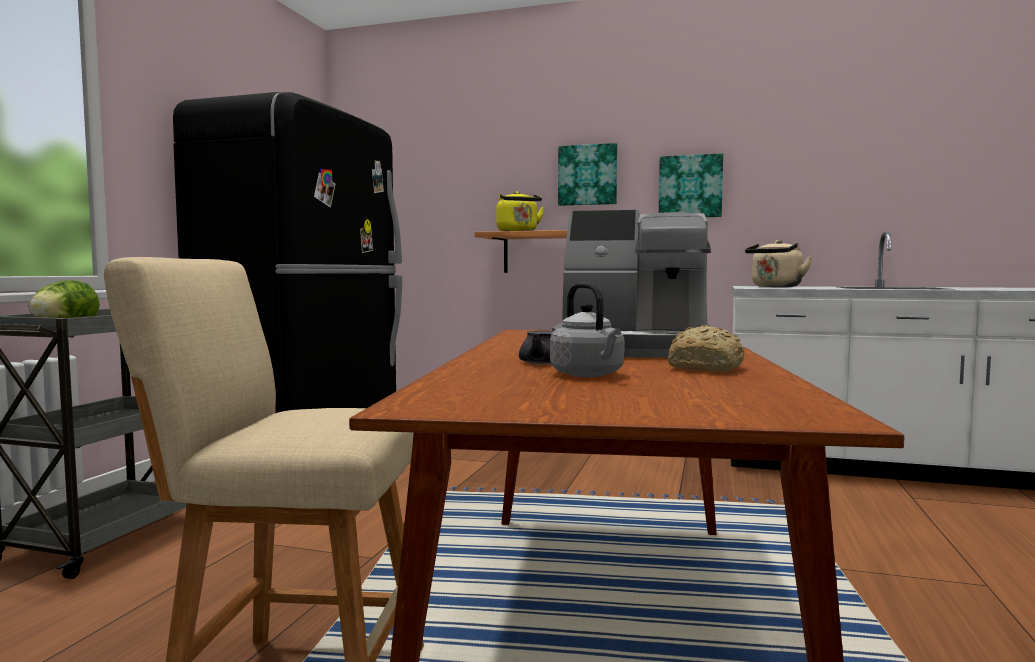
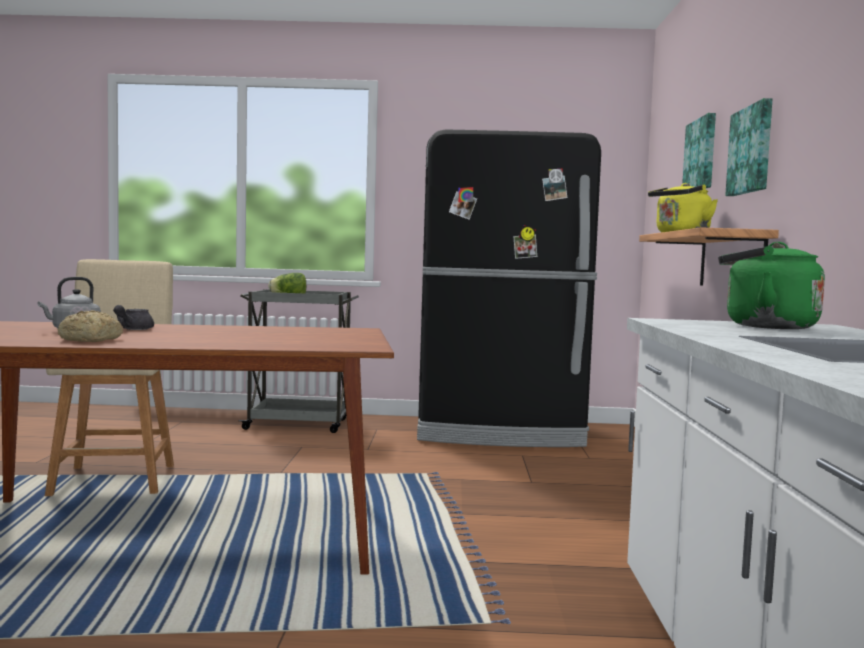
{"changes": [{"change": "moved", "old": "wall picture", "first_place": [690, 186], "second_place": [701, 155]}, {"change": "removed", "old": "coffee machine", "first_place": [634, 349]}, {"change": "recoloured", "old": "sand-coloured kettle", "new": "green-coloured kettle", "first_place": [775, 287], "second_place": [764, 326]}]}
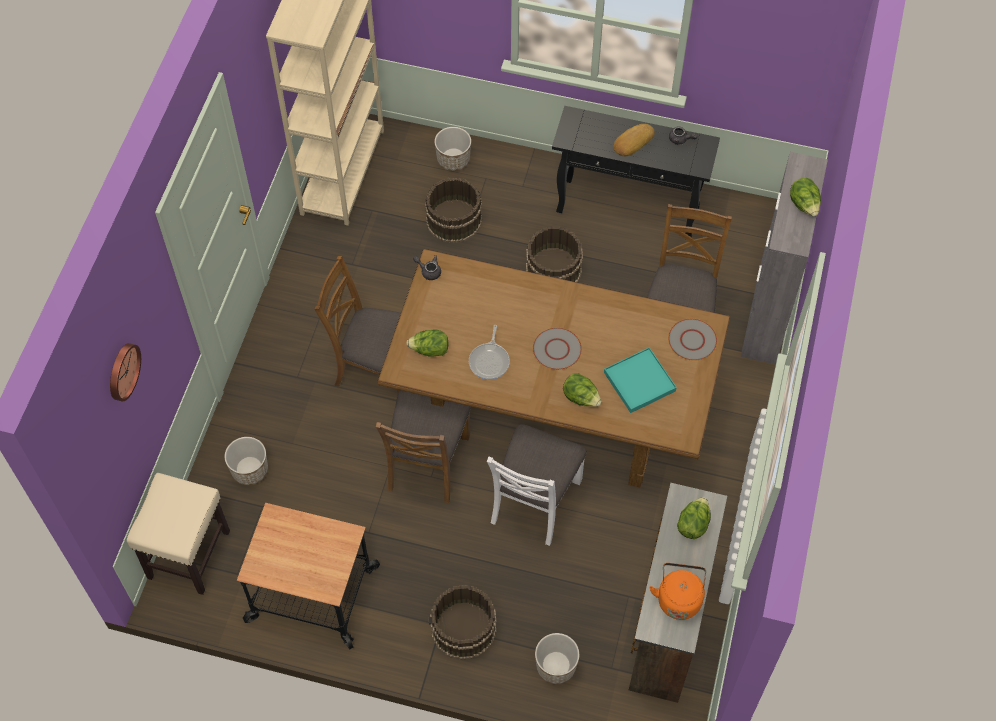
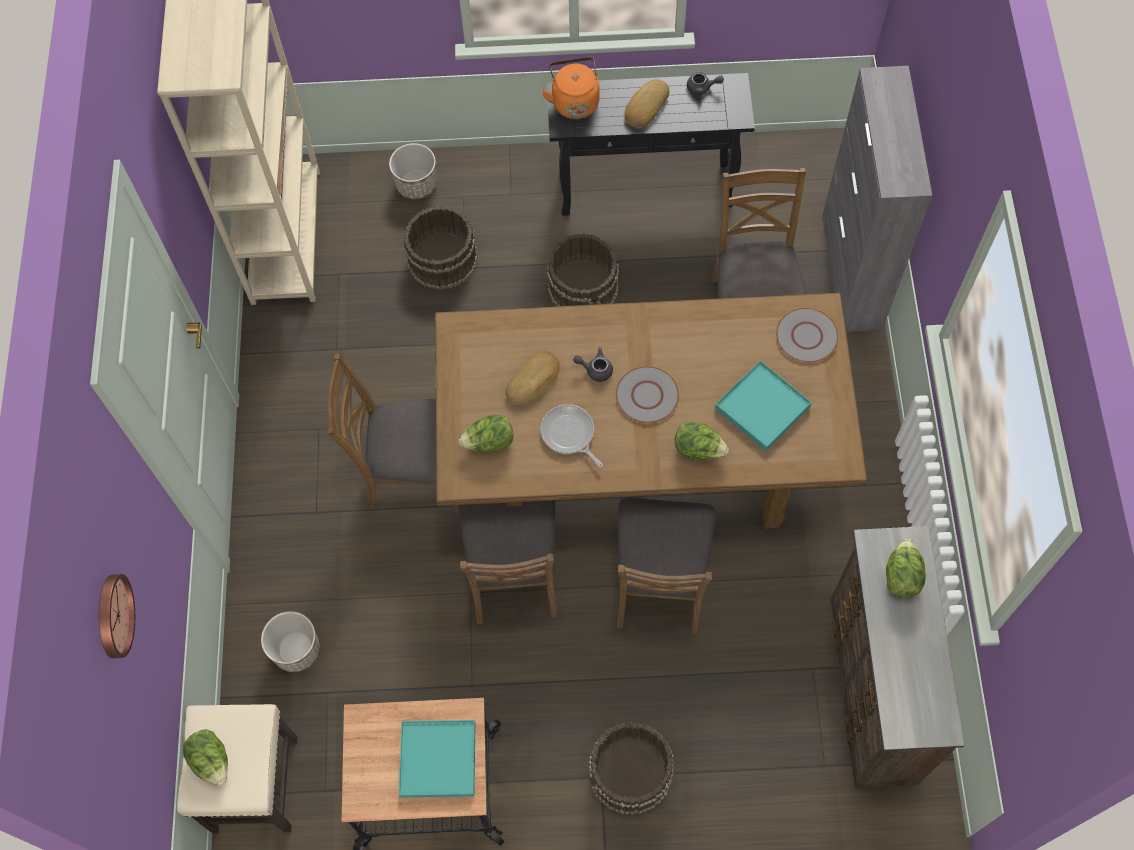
{"changes": [{"change": "moved", "old": "head of lettuce", "first_place": [804, 205], "second_place": [212, 761]}, {"change": "moved", "old": "gray tea pot", "first_place": [428, 271], "second_place": [595, 369]}, {"change": "turned", "old": "frying pan", "first_place": [490, 361], "second_place": [569, 434], "degrees": 150}, {"change": "recoloured", "old": "whitish upright chair", "new": "brown upright chair", "first_place": [534, 501], "second_place": [660, 583]}, {"change": "moved", "old": "orangey kettle", "first_place": [678, 598], "second_place": [574, 101]}, {"change": "removed", "old": "plant pot", "first_place": [556, 666]}, {"change": "added", "new": "bakery bread", "second_place": [534, 381]}, {"change": "added", "new": "turquoise serving tray", "second_place": [438, 759]}]}
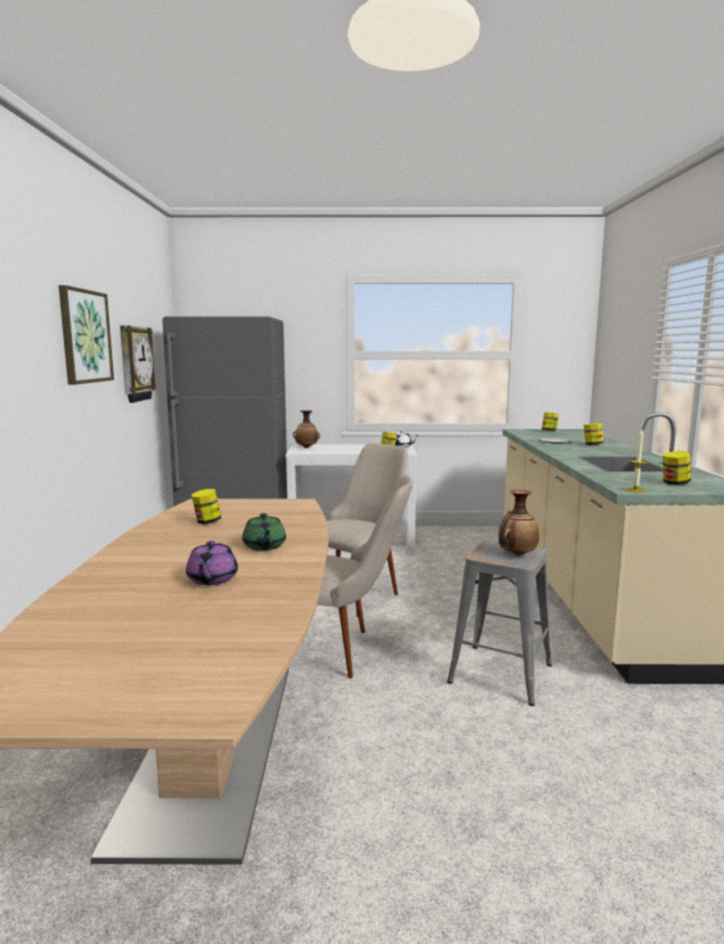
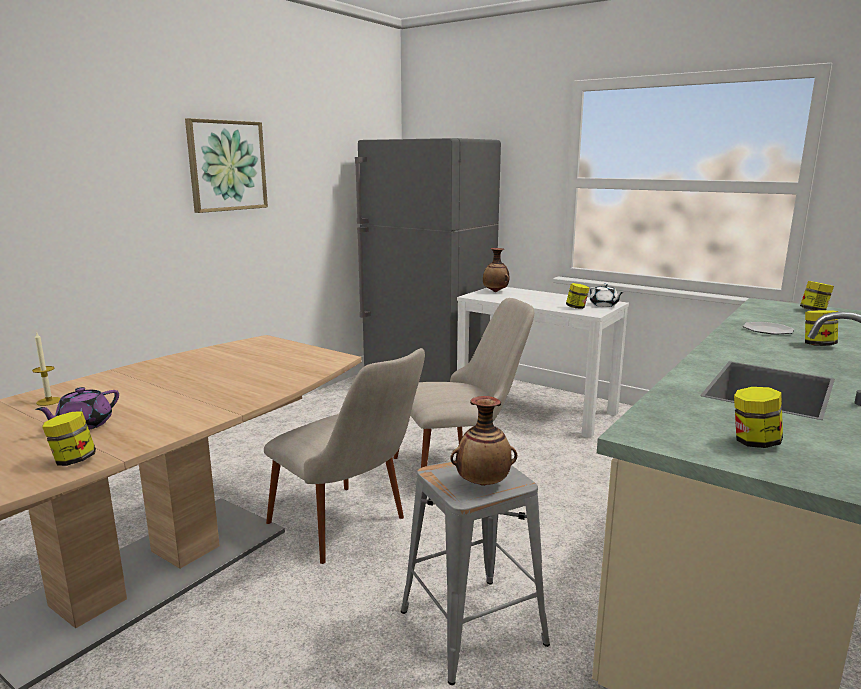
{"changes": [{"change": "removed", "old": "hanging clock", "first_place": [135, 364]}, {"change": "moved", "old": "wax candle", "first_place": [635, 490], "second_place": [49, 401]}, {"change": "moved", "old": "jar", "first_place": [207, 522], "second_place": [73, 460]}, {"change": "removed", "old": "green-coloured tea pot", "first_place": [264, 546]}]}
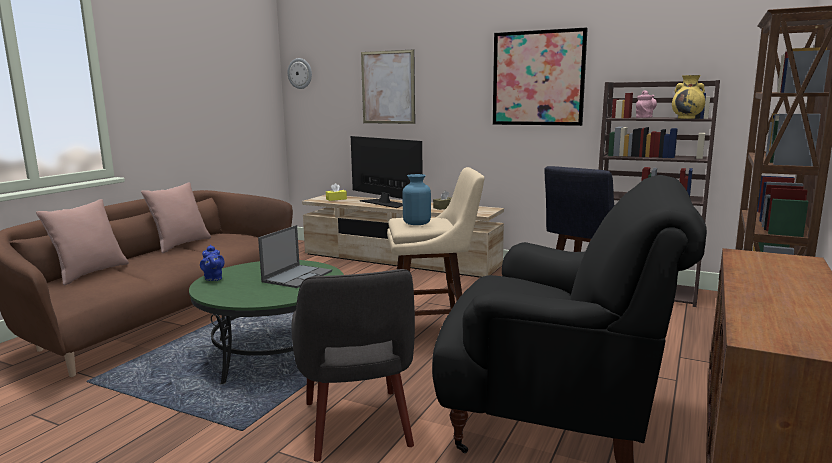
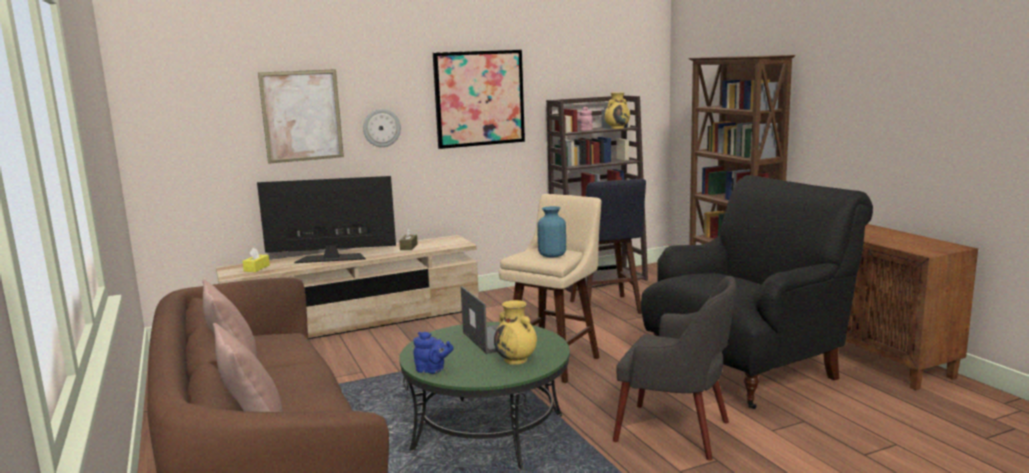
{"changes": [{"change": "moved", "old": "hanging clock", "first_place": [300, 73], "second_place": [381, 127]}, {"change": "added", "new": "yellow-coloured flower vase", "second_place": [516, 360]}]}
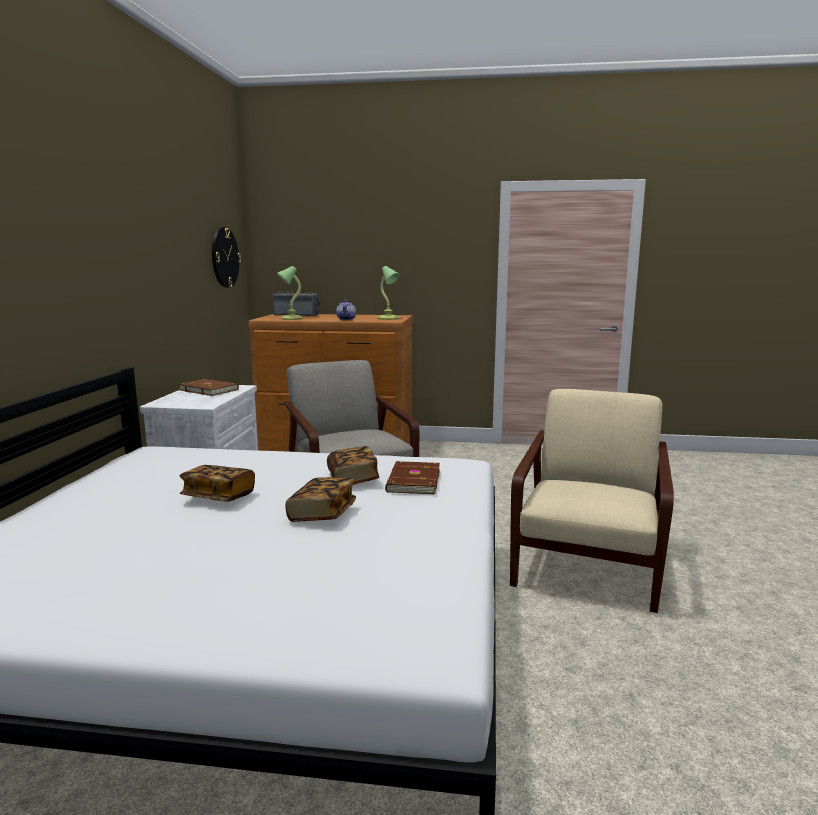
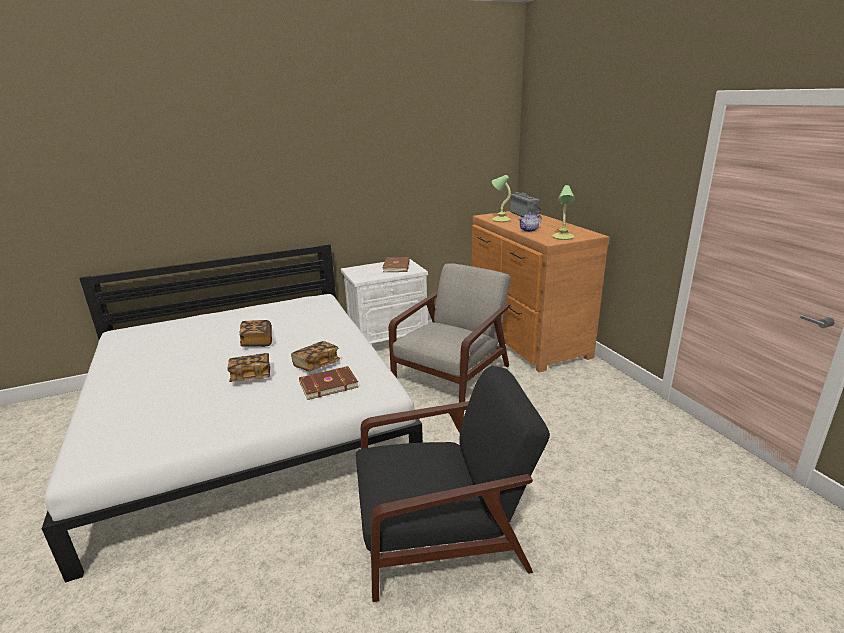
{"changes": [{"change": "removed", "old": "hanging clock", "first_place": [224, 257]}, {"change": "recoloured", "old": "sand-coloured easy chair", "new": "blackish easy chair", "first_place": [588, 560], "second_place": [443, 533]}]}
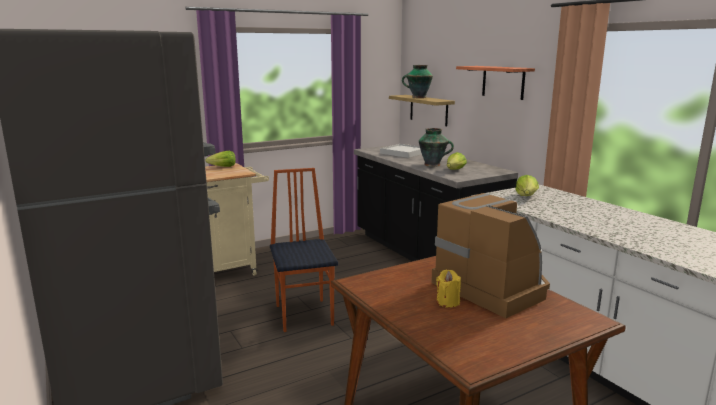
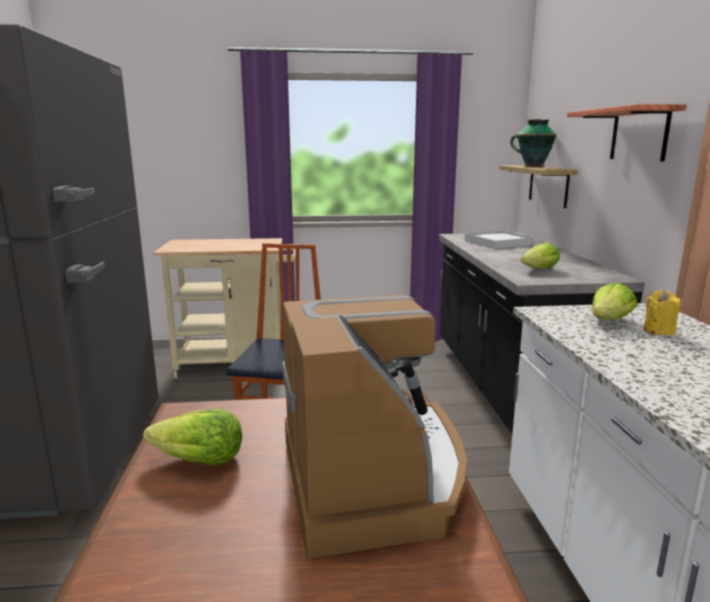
{"changes": [{"change": "removed", "old": "flower vase", "first_place": [433, 165]}, {"change": "moved", "old": "head of lettuce", "first_place": [223, 167], "second_place": [198, 461]}, {"change": "moved", "old": "yellow-coloured wax candle", "first_place": [447, 302], "second_place": [659, 330]}]}
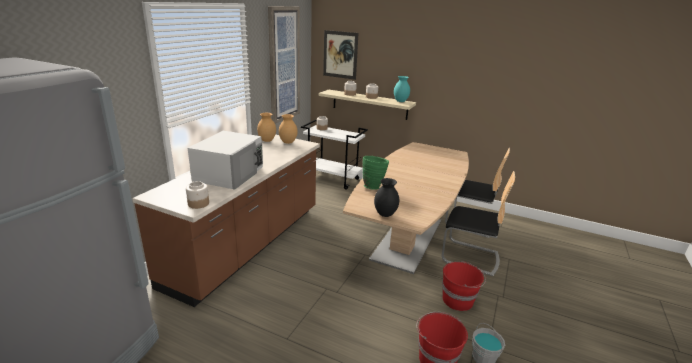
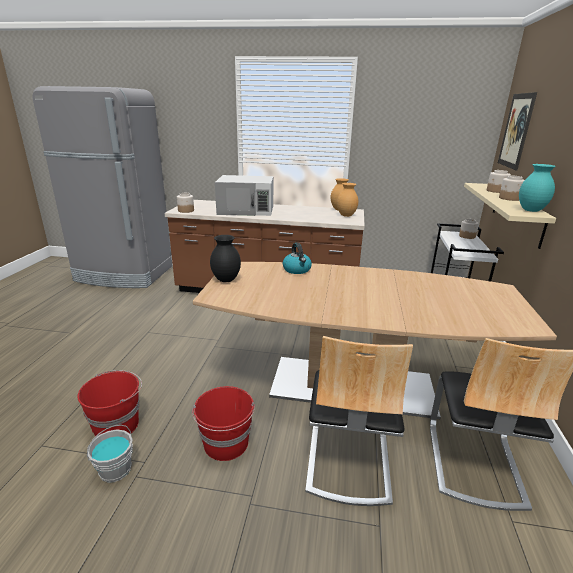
{"changes": [{"change": "removed", "old": "wall picture", "first_place": [283, 65]}, {"change": "replaced", "old": "green-coloured flower vase", "new": "kettle", "first_place": [373, 186], "second_place": [297, 270]}]}
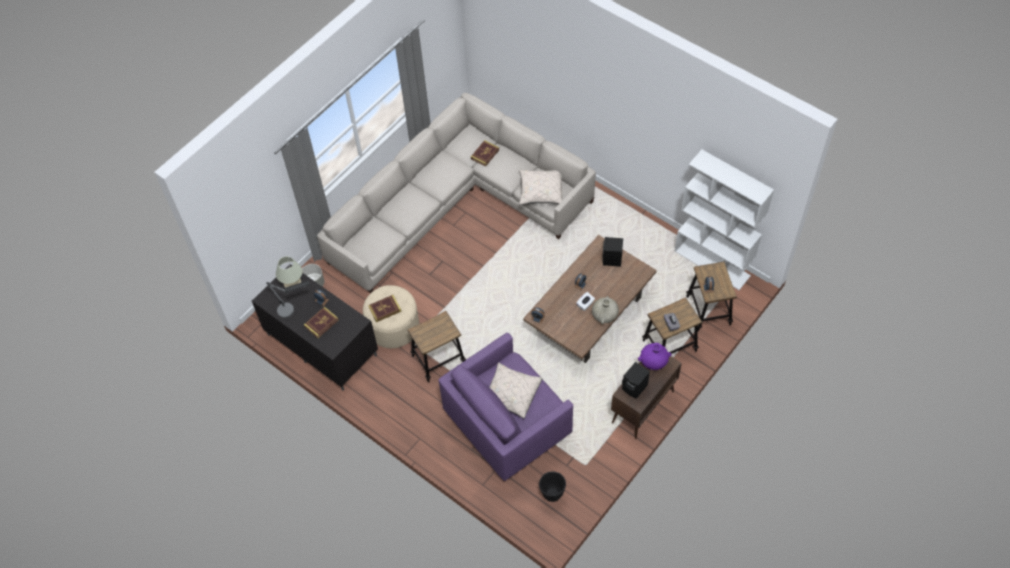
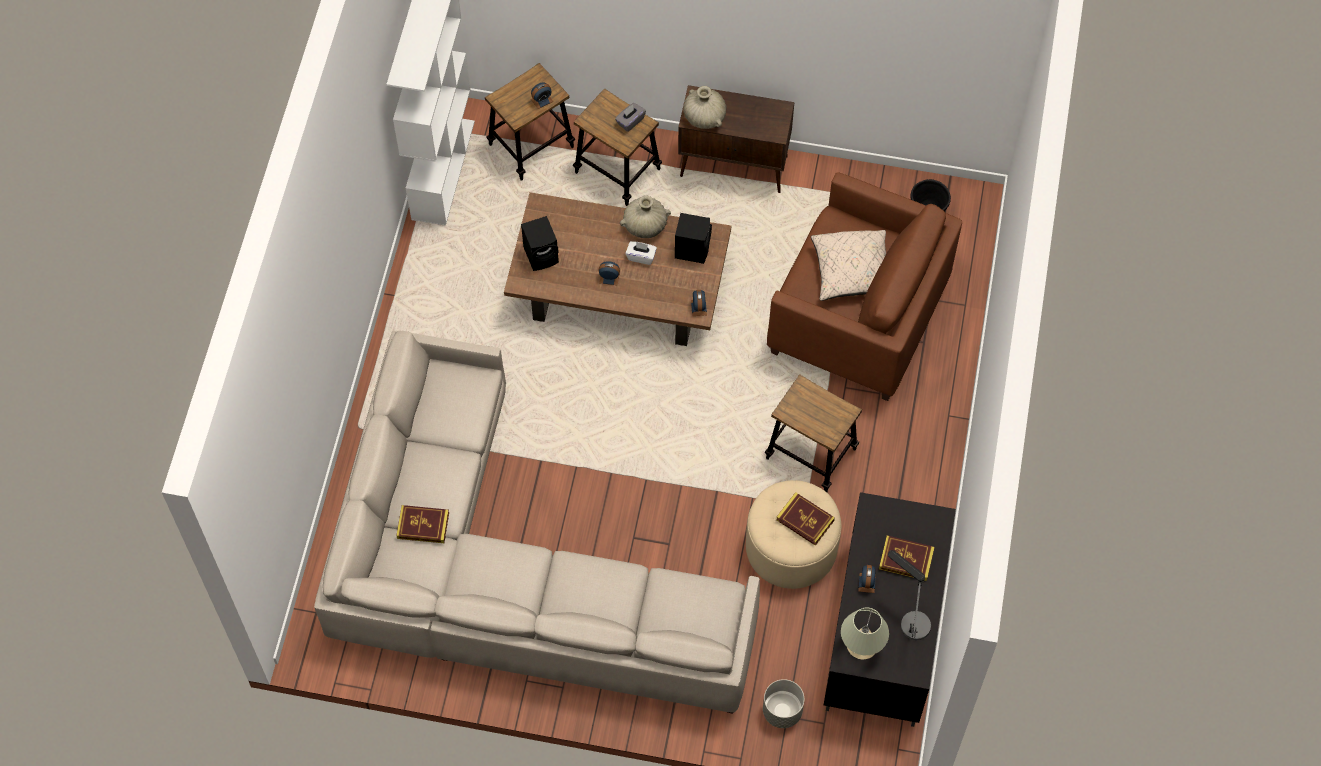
{"changes": [{"change": "removed", "old": "sand-coloured pillow", "first_place": [540, 192]}, {"change": "recoloured", "old": "purple easy chair", "new": "brown easy chair", "first_place": [507, 423], "second_place": [857, 316]}, {"change": "recoloured", "old": "purple flower vase", "new": "sand-coloured flower vase", "first_place": [653, 361], "second_place": [704, 117]}, {"change": "moved", "old": "blackish audio speaker", "first_place": [635, 388], "second_place": [692, 248]}]}
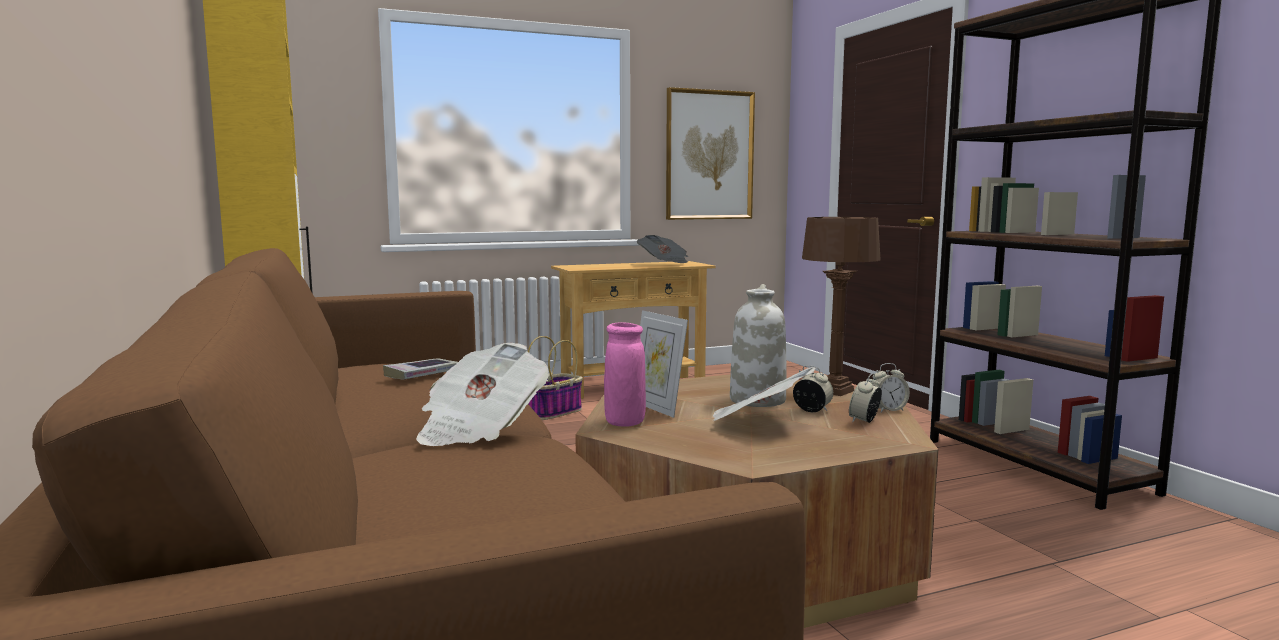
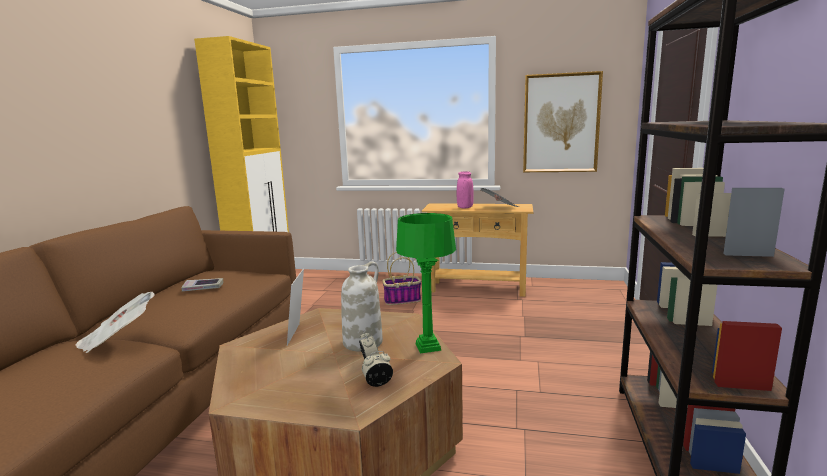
{"changes": [{"change": "recoloured", "old": "brown table lamp", "new": "green-coloured table lamp", "first_place": [835, 391], "second_place": [428, 347]}, {"change": "moved", "old": "pink-coloured flower vase", "first_place": [625, 422], "second_place": [465, 207]}, {"change": "removed", "old": "alarm clock", "first_place": [887, 410]}, {"change": "removed", "old": "daily paper", "first_place": [758, 423]}]}
